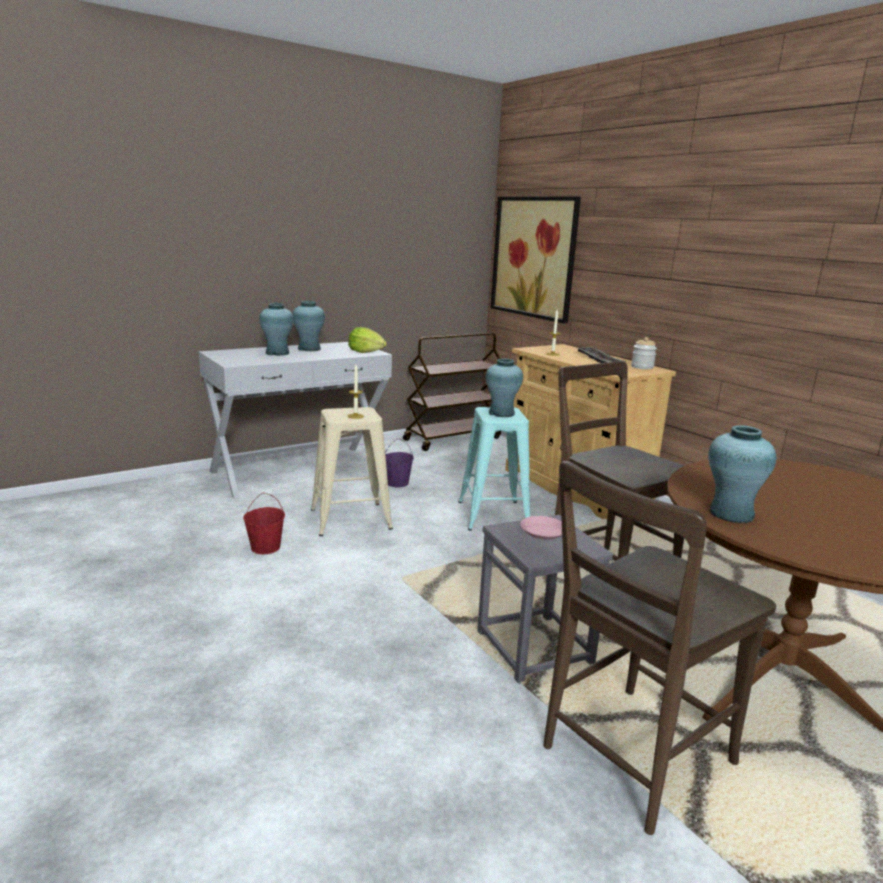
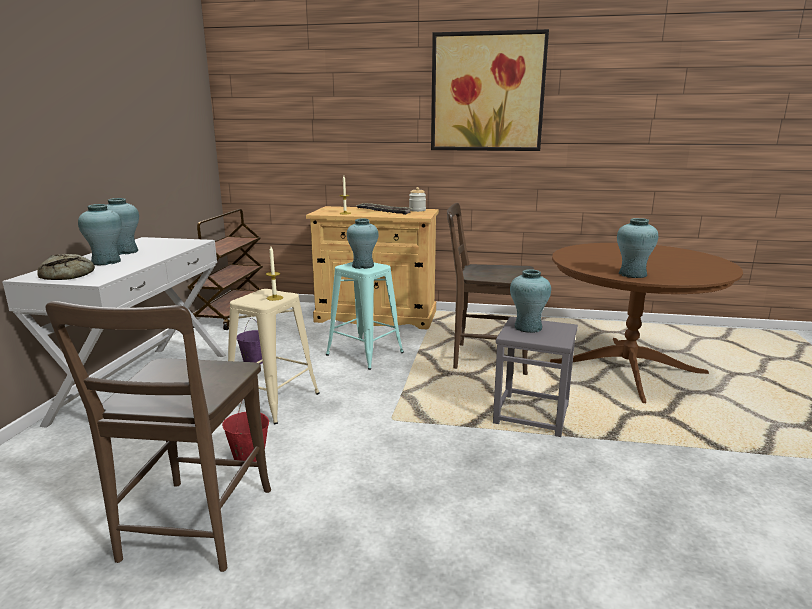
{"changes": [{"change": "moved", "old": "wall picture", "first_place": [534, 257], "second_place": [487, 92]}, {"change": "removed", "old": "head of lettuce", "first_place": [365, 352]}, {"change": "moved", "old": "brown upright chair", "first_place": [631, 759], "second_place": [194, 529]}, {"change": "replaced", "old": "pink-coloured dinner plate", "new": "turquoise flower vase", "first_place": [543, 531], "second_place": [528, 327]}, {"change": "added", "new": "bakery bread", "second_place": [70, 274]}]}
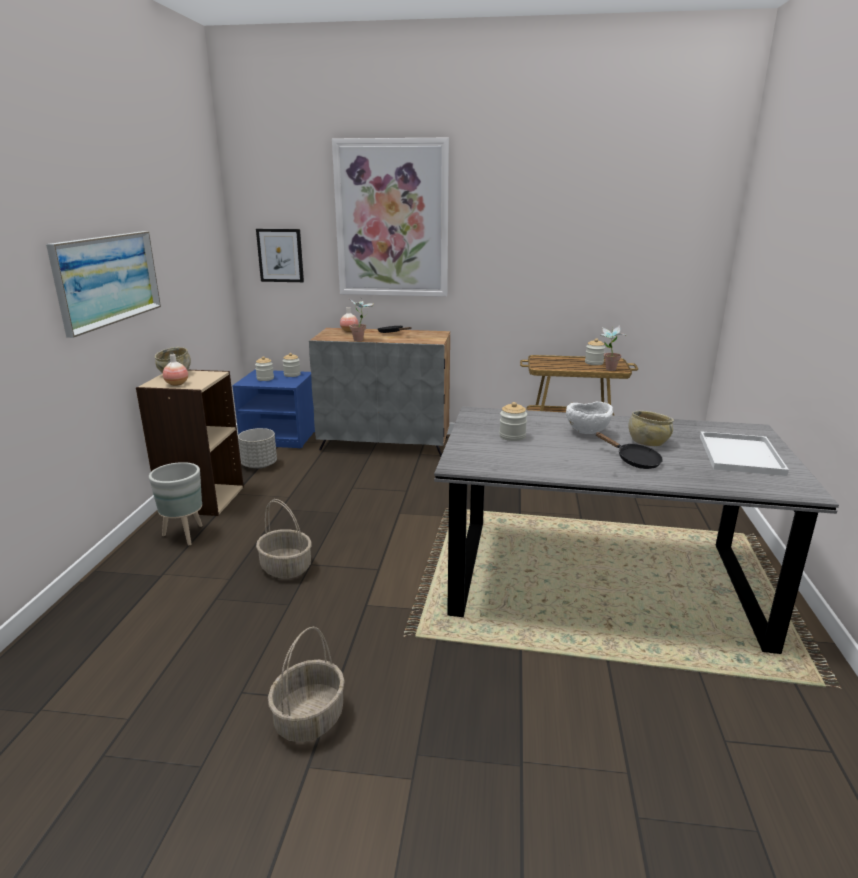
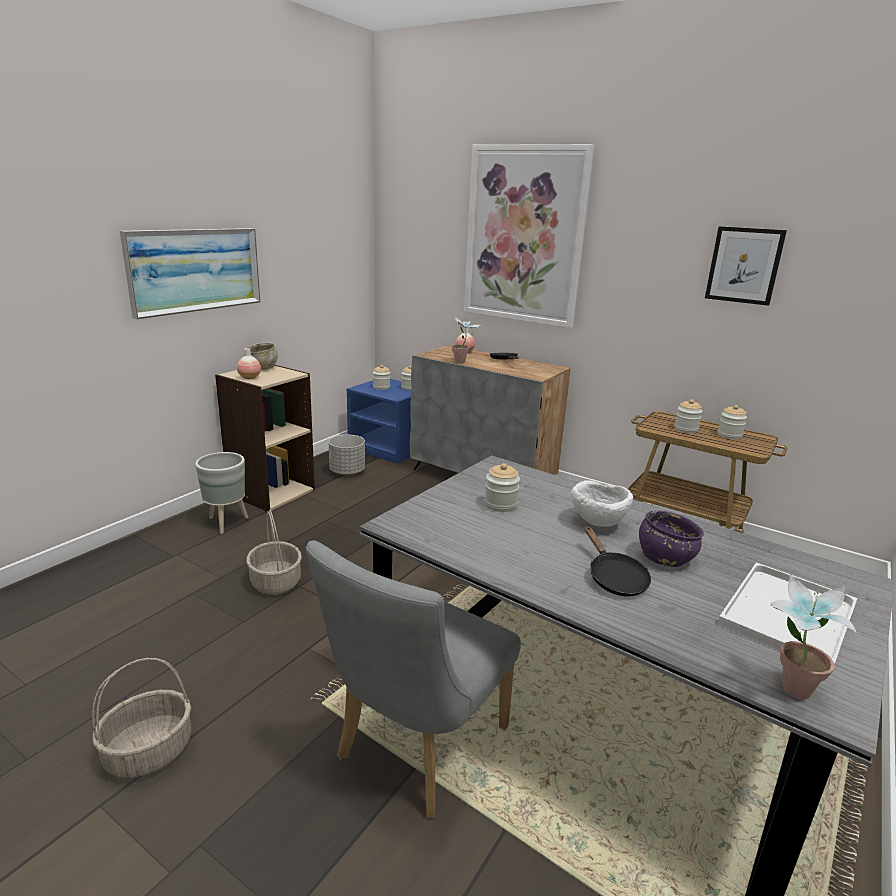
{"changes": [{"change": "moved", "old": "wall picture", "first_place": [280, 255], "second_place": [744, 265]}, {"change": "moved", "old": "potted plant", "first_place": [608, 370], "second_place": [787, 691]}, {"change": "recoloured", "old": "sand-coloured serving bowl", "new": "purple serving bowl", "first_place": [648, 443], "second_place": [665, 558]}, {"change": "added", "new": "jar", "second_place": [685, 429]}, {"change": "added", "new": "gray upright chair", "second_place": [414, 750]}]}
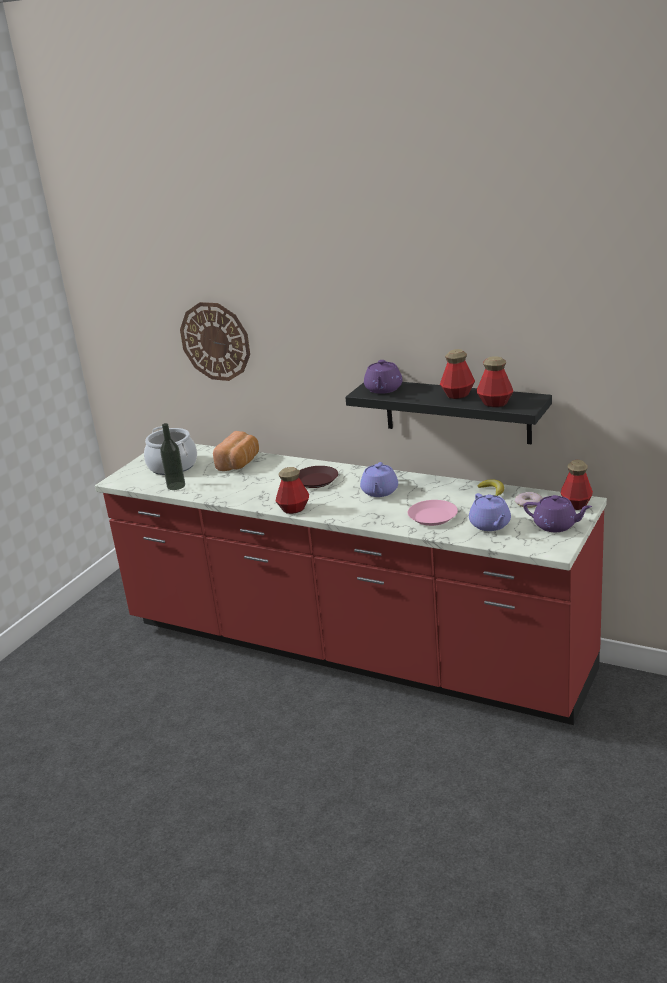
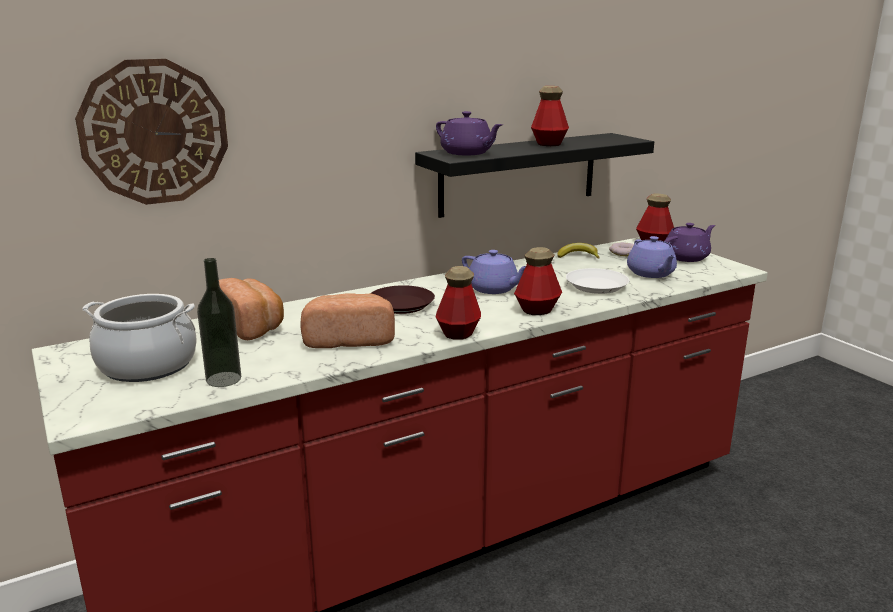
{"changes": [{"change": "moved", "old": "beverage bottle", "first_place": [495, 403], "second_place": [537, 310]}, {"change": "turned", "old": "purple tea pot", "first_place": [490, 525], "second_place": [651, 273], "degrees": 60}, {"change": "recoloured", "old": "pink-coloured dinner plate", "new": "whitish dinner plate", "first_place": [432, 517], "second_place": [597, 286]}, {"change": "added", "new": "bakery bread", "second_place": [349, 339]}]}
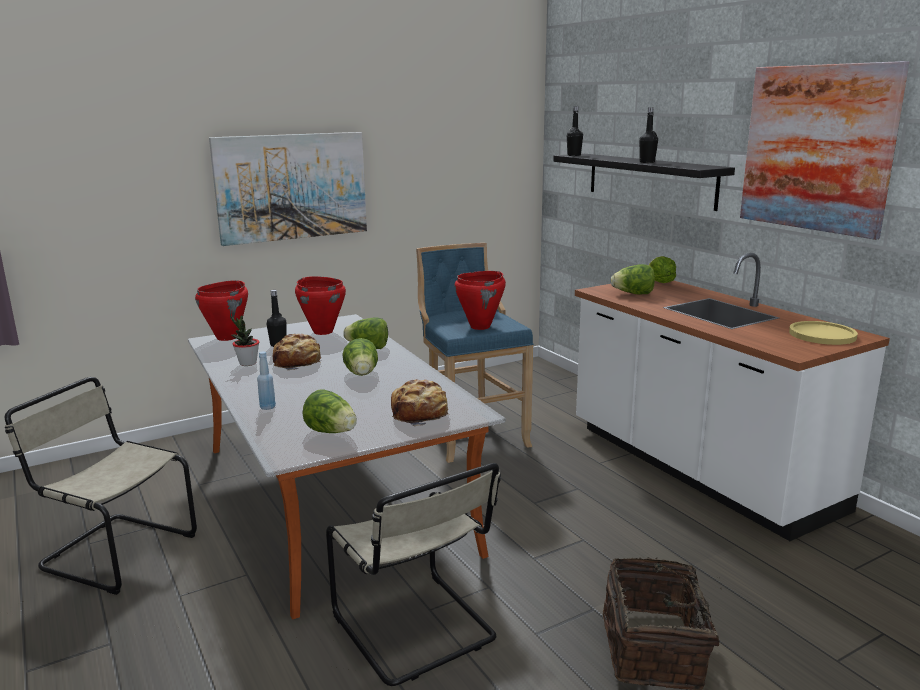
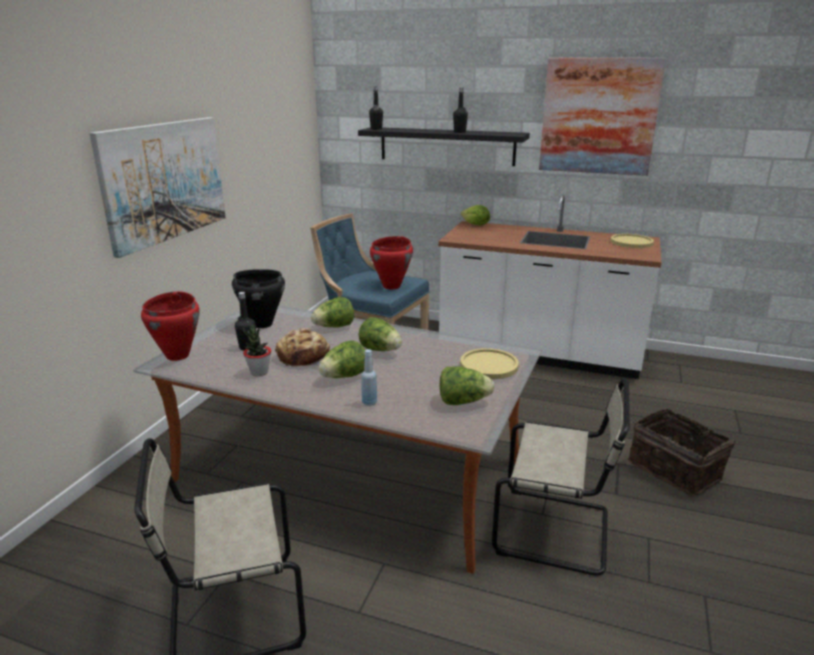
{"changes": [{"change": "moved", "old": "head of lettuce", "first_place": [633, 294], "second_place": [344, 377]}, {"change": "recoloured", "old": "red stockpot", "new": "blackish stockpot", "first_place": [323, 331], "second_place": [262, 324]}, {"change": "replaced", "old": "bakery bread", "new": "yellow-coloured dinner plate", "first_place": [420, 414], "second_place": [489, 365]}]}
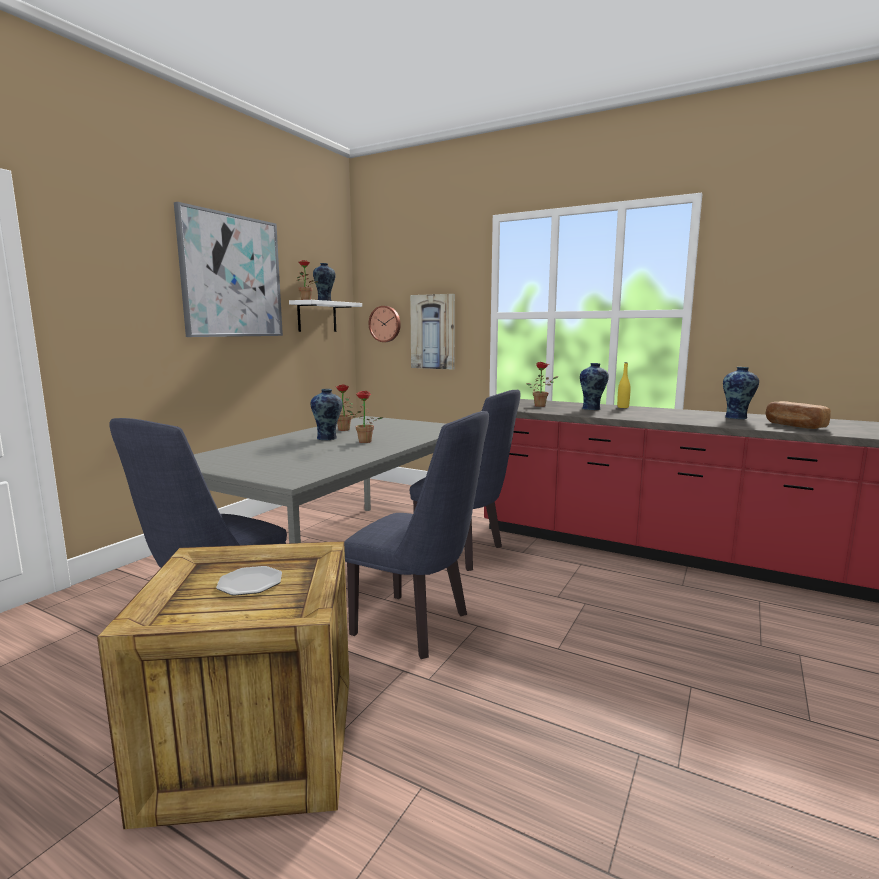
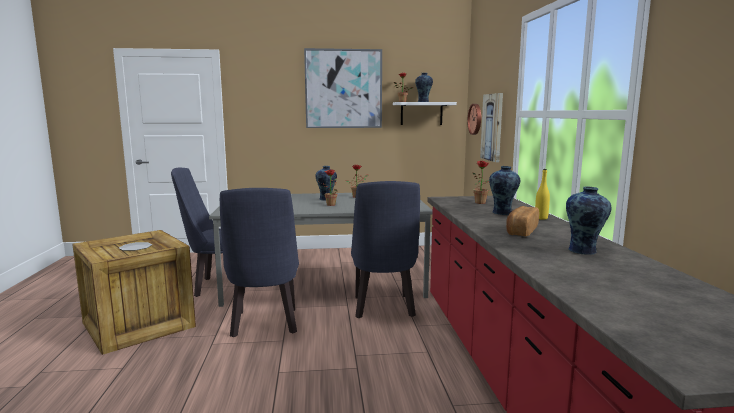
{"changes": [{"change": "moved", "old": "bakery bread", "first_place": [794, 425], "second_place": [521, 231]}]}
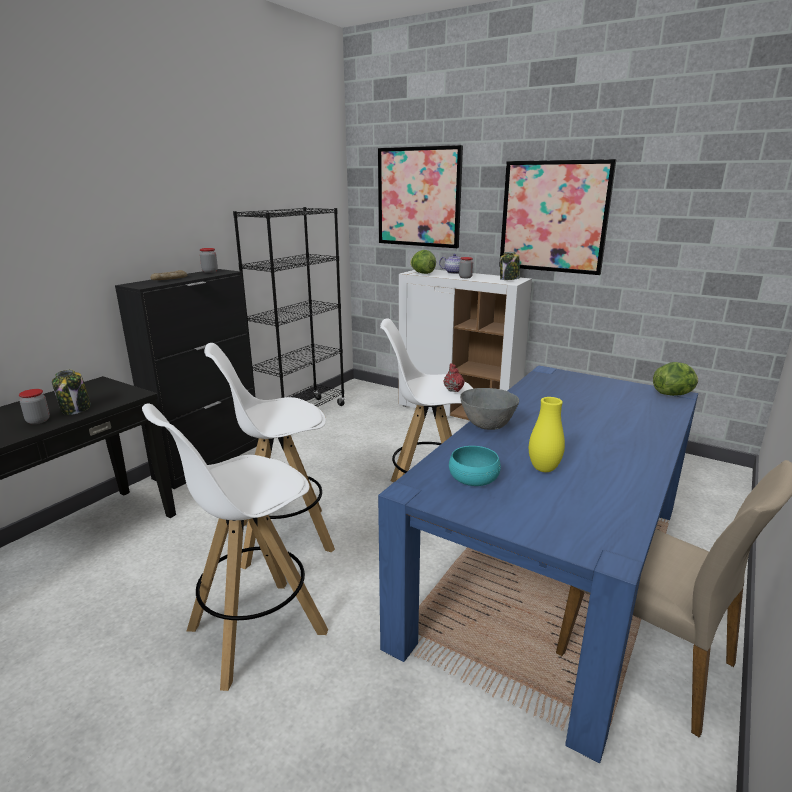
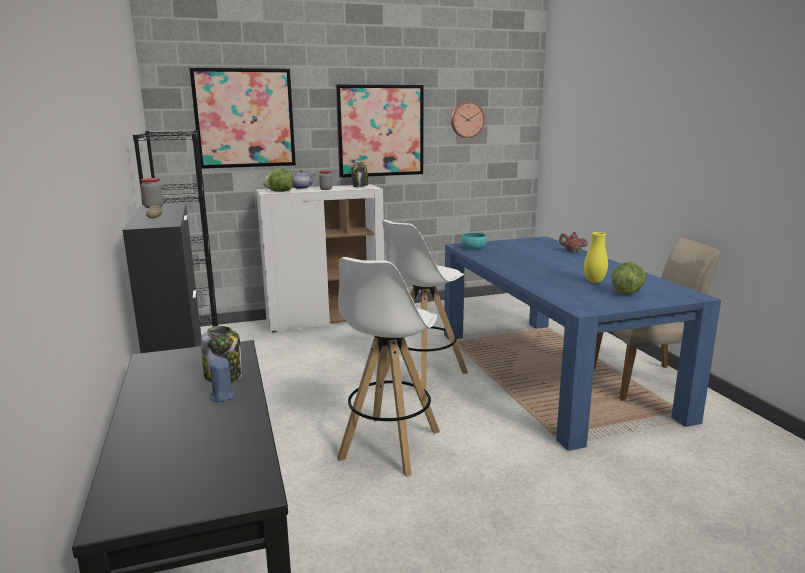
{"changes": [{"change": "moved", "old": "head of lettuce", "first_place": [673, 394], "second_place": [626, 293]}, {"change": "moved", "old": "red tea pot", "first_place": [453, 389], "second_place": [572, 251]}, {"change": "removed", "old": "gray serving bowl", "first_place": [488, 426]}, {"change": "replaced", "old": "jar", "new": "bluish wax candle", "first_place": [38, 421], "second_place": [222, 396]}, {"change": "removed", "old": "whitish stool seat", "first_place": [255, 631]}, {"change": "moved", "old": "turquoise serving bowl", "first_place": [473, 478], "second_place": [473, 247]}, {"change": "added", "new": "hanging clock", "second_place": [467, 119]}]}
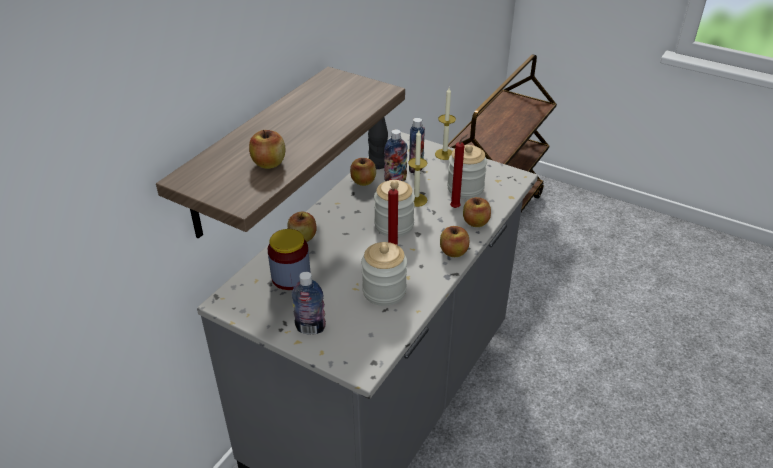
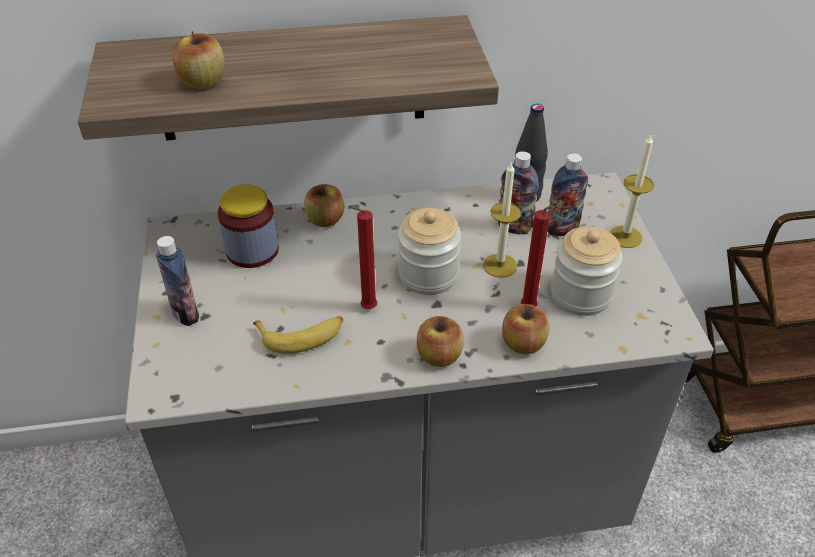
{"changes": [{"change": "removed", "old": "apple", "first_place": [363, 181]}, {"change": "replaced", "old": "jar", "new": "whole banana", "first_place": [384, 291], "second_place": [302, 336]}]}
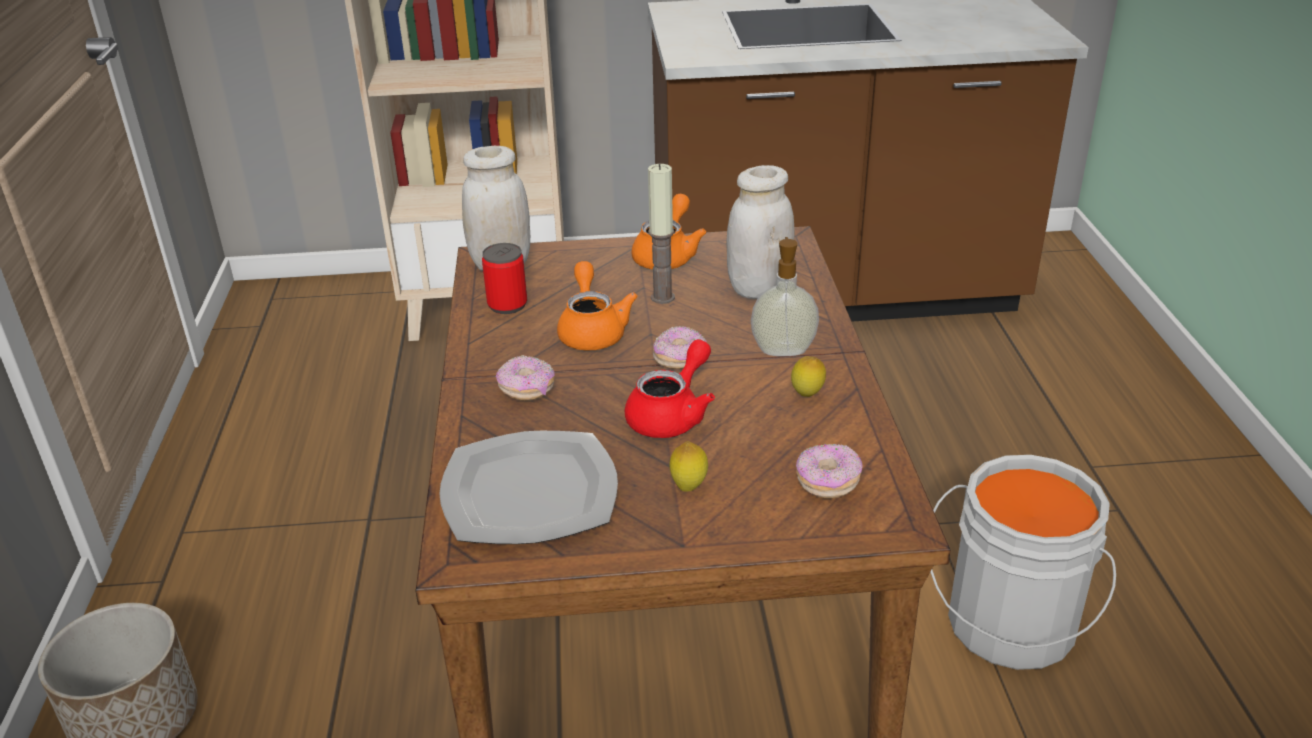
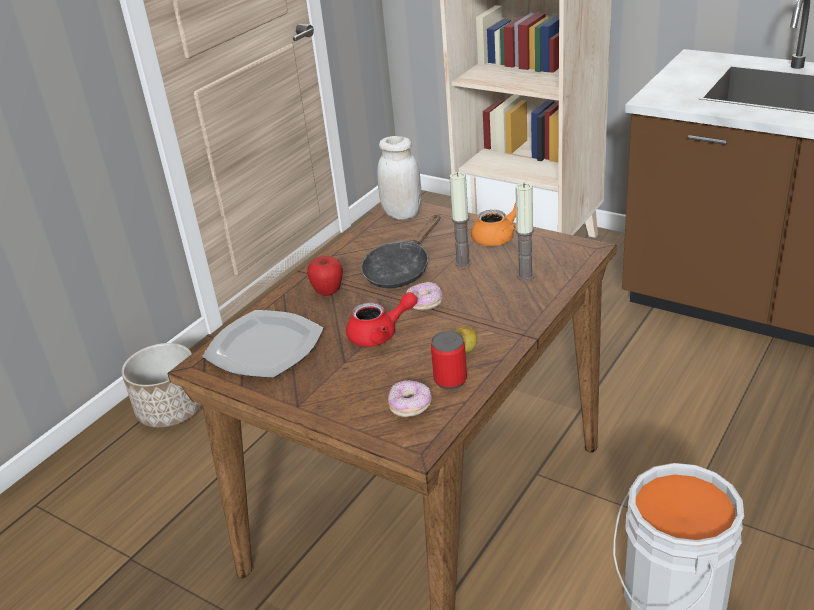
{"changes": [{"change": "replaced", "old": "whitish jar", "new": "wax candle", "first_place": [758, 289], "second_place": [525, 276]}, {"change": "removed", "old": "soap dispenser", "first_place": [783, 350]}, {"change": "moved", "old": "metal can", "first_place": [507, 305], "second_place": [450, 380]}, {"change": "replaced", "old": "orangey tea pot", "new": "blackish frying pan", "first_place": [592, 330], "second_place": [400, 270]}, {"change": "replaced", "old": "donut", "new": "apple", "first_place": [527, 389], "second_place": [328, 292]}, {"change": "removed", "old": "lemon", "first_place": [688, 487]}]}
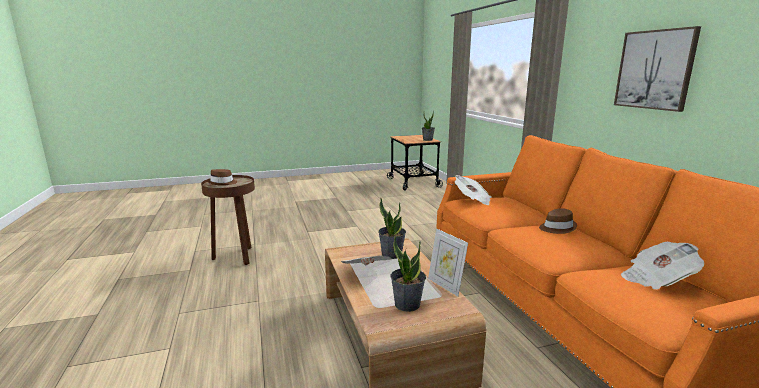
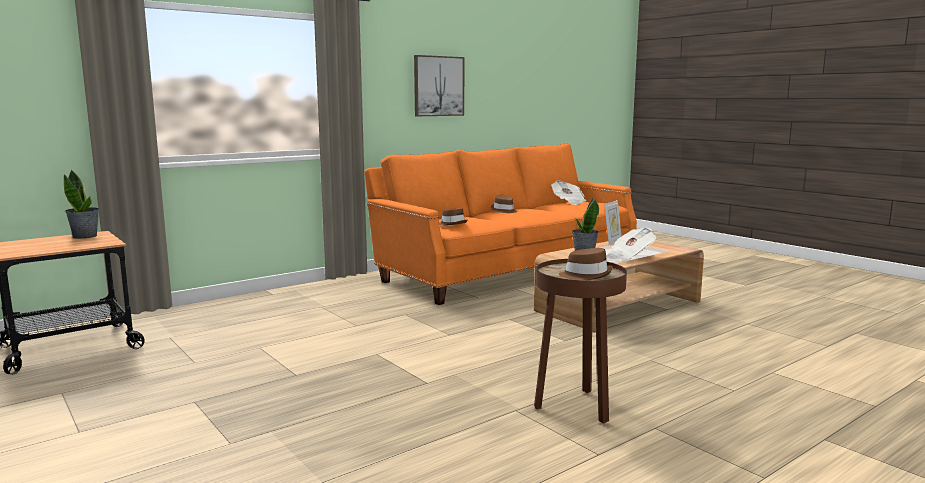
{"changes": [{"change": "replaced", "old": "daily paper", "new": "brown clothing hat", "first_place": [473, 200], "second_place": [452, 224]}, {"change": "removed", "old": "potted plant", "first_place": [407, 304]}]}
